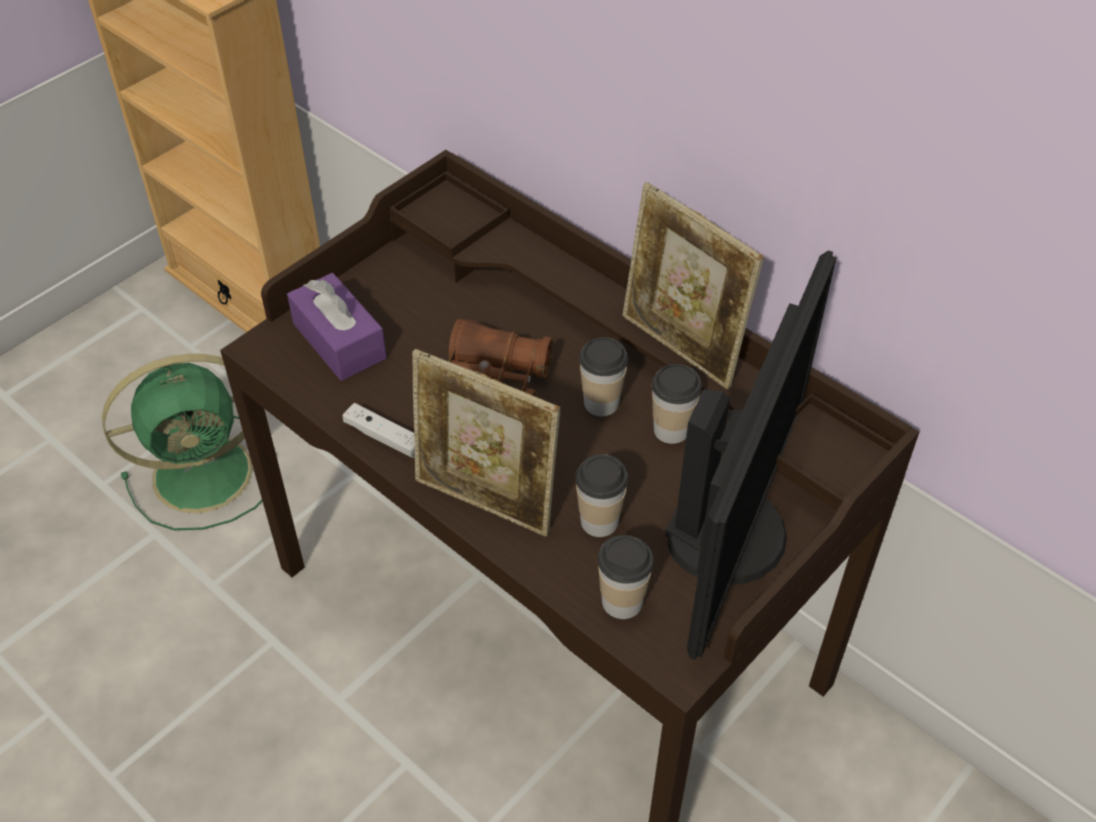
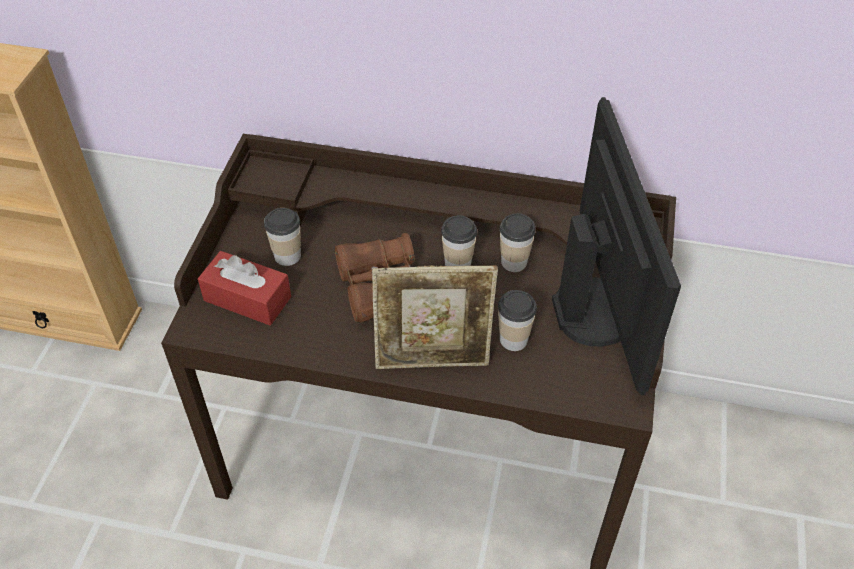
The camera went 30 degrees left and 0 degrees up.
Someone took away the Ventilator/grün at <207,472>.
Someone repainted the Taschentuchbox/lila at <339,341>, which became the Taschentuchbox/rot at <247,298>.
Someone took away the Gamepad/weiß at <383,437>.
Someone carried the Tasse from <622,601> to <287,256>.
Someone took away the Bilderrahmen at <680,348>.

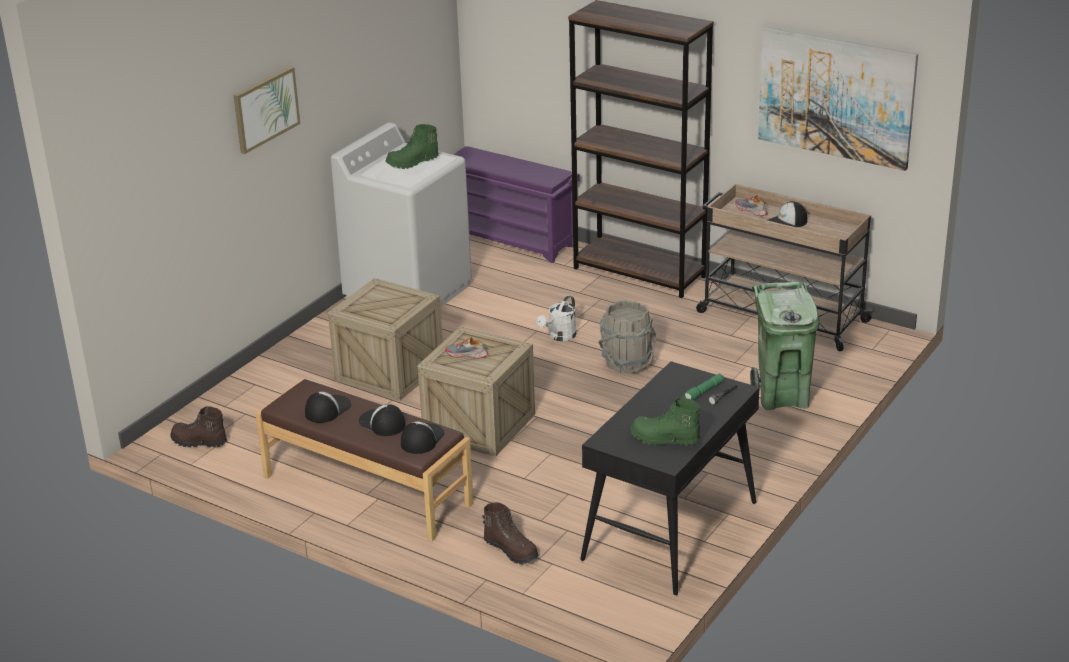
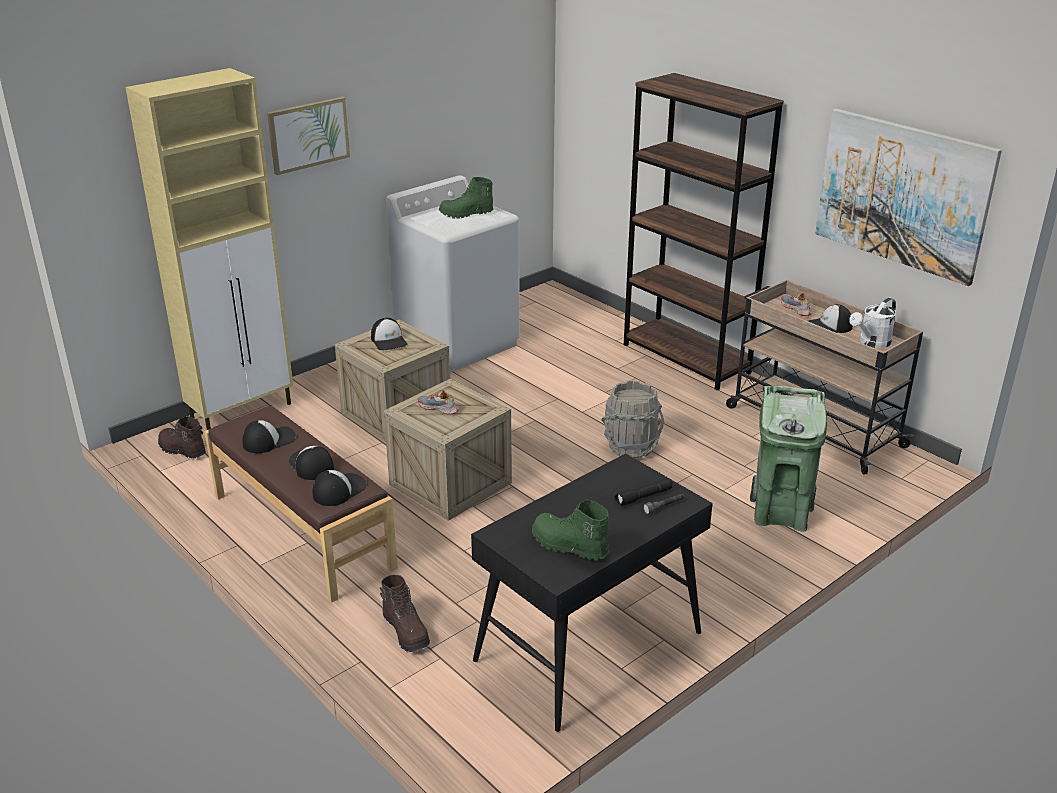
The camera went 15 degrees right and 0 degrees up.
Someone took away the Schuhregal/lila at <512,239>.
Someone carried the Gießkanne/weiß from <559,337> to <871,343>.
Someone repainted the Taschenlampe/grün at <703,393>, which became the Taschenlampe/schwarz at <643,497>.
Someone put down the Schrank/beige at <243,411>.
Someone put down the Kappe at <389,341>.

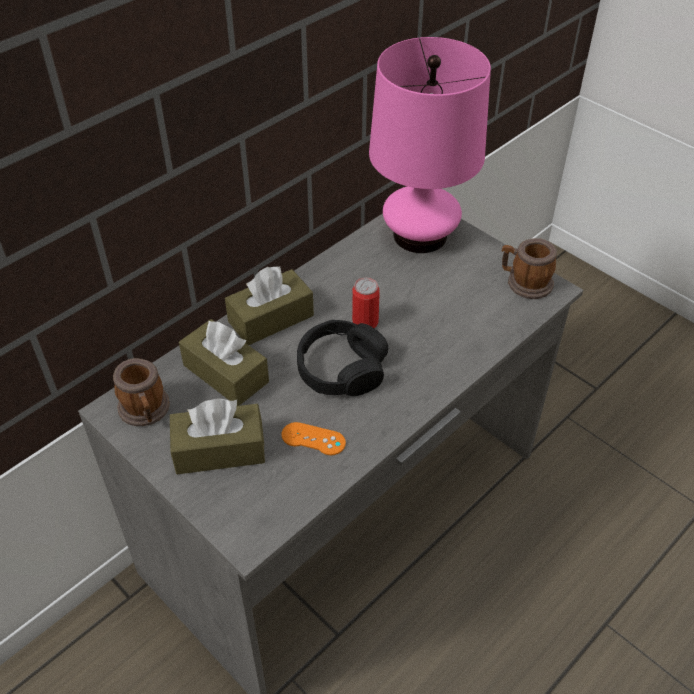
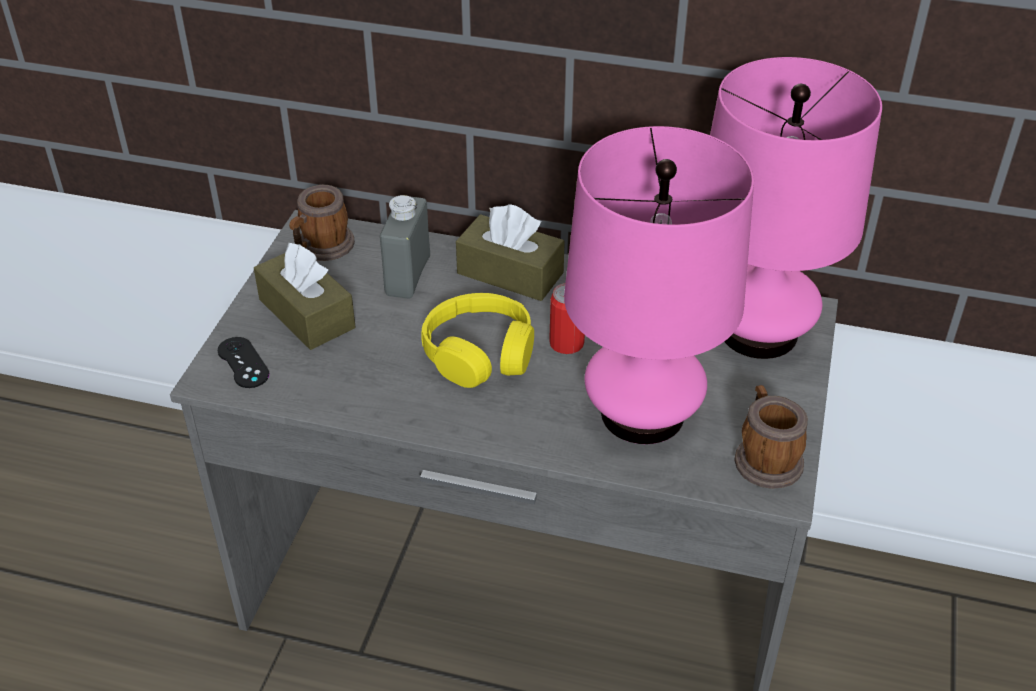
The camera went 60 degrees right and 5 degrees down.
Someone swapped the Taschentuchbox/braun at <226,373> for the Flasche/grau at <408,276>.
Someone took away the Gamepad/orange at <313,439>.
Someone repainted the Kopfhörer/schwarz at <341,369>, which became the Kopfhörer/gelb at <479,353>.
Someone put down the Gamepad/schwarz at <243,363>.
Someone put down the Tischlampe/rosa at <642,414>.

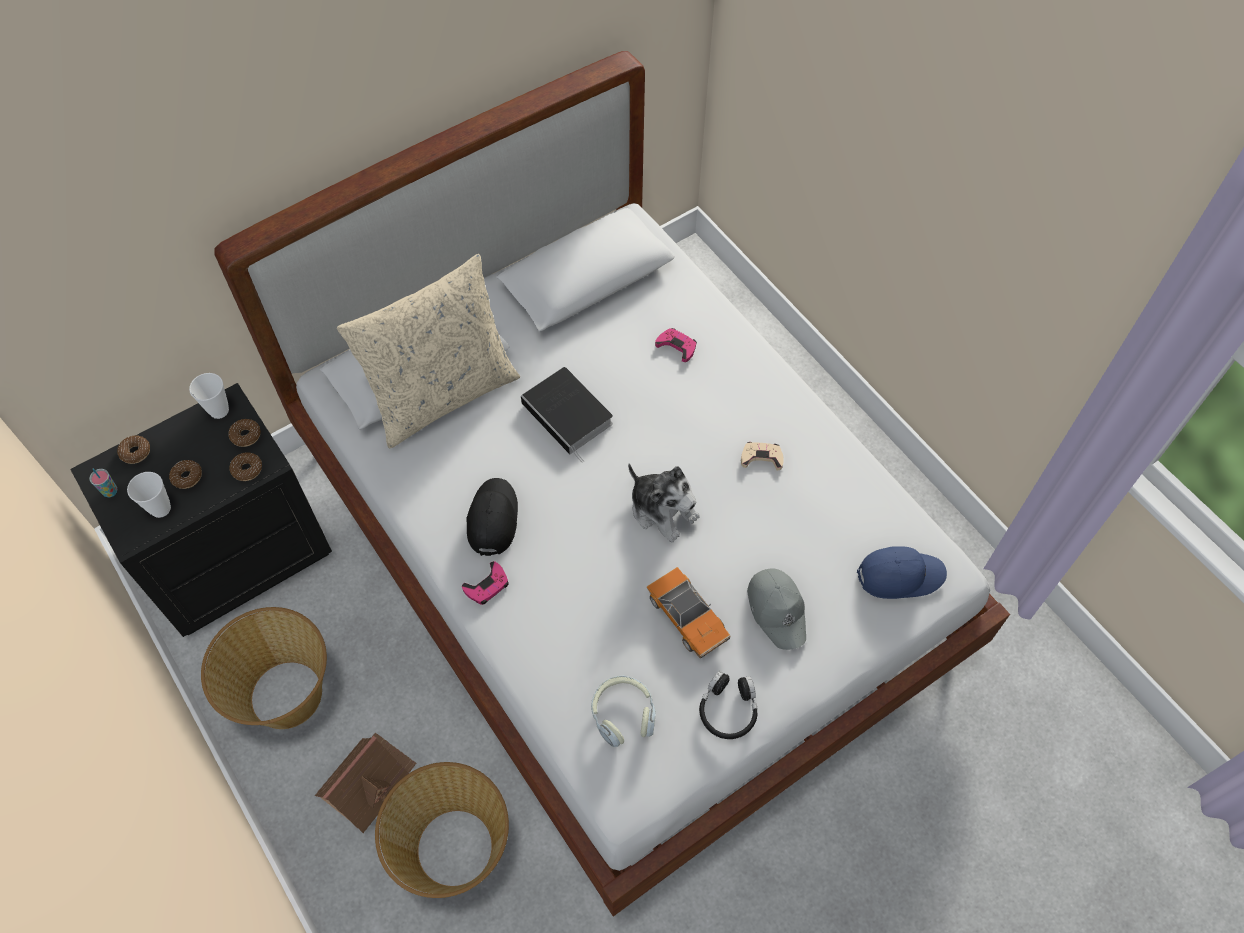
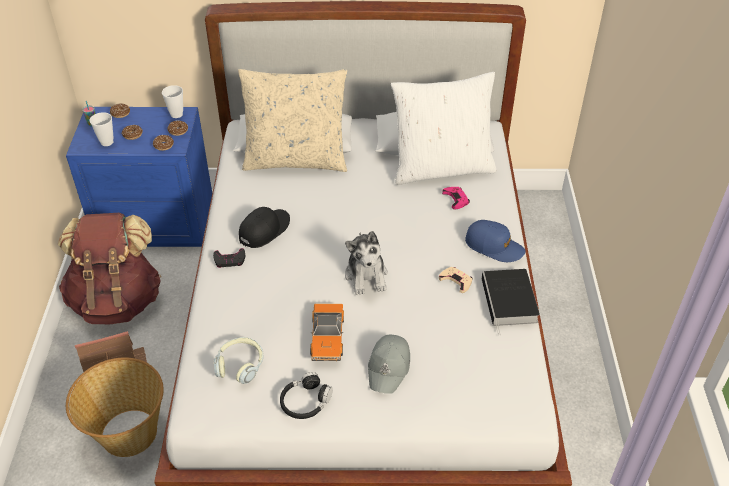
The camera went 35 degrees right and 15 degrees down.
Someone repainted the Nachttisch/schwarz at <236,554>, which became the Nachttisch/blau at <156,222>.
Someone swapped the Korb at <285,693> for the Rucksack/braun at <117,300>.
Someone repainted the Gamepad/rosa at <487,586>, which became the Gamepad/schwarz at <229,260>.
Someone carried the Buch from <569,415> to <510,302>.
Someone carried the Kappe/blau from <900,575> to <494,246>.
Someone put down the Kissen/weiß at <442,168>.

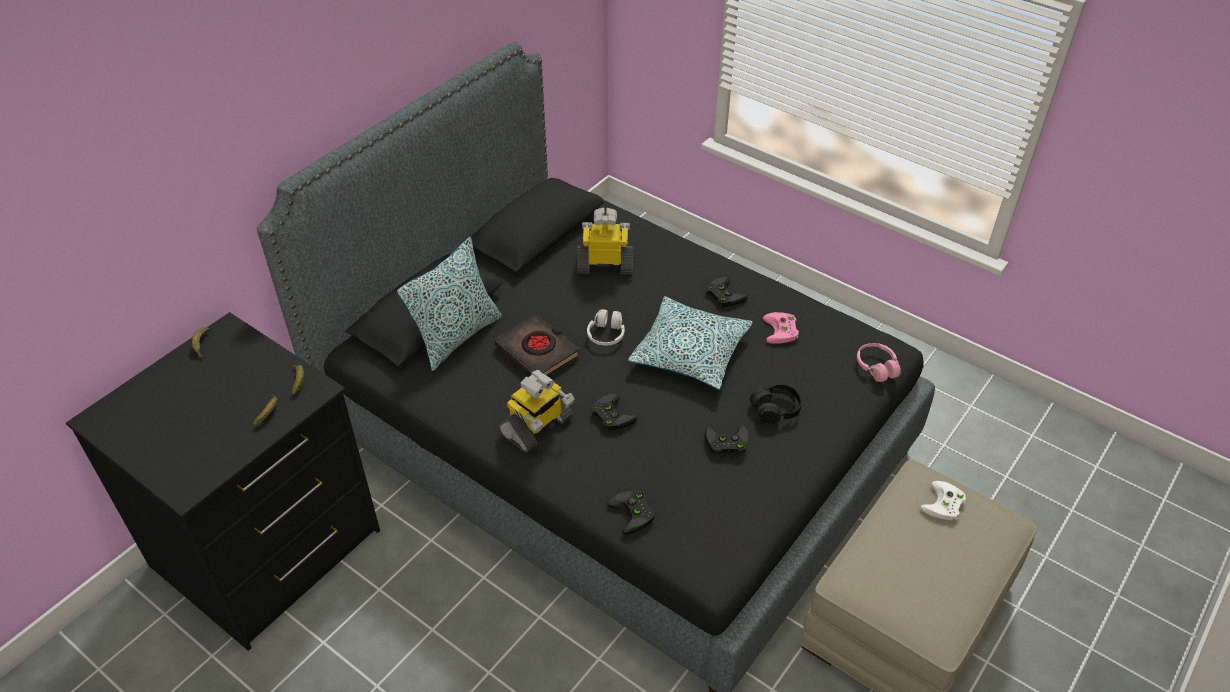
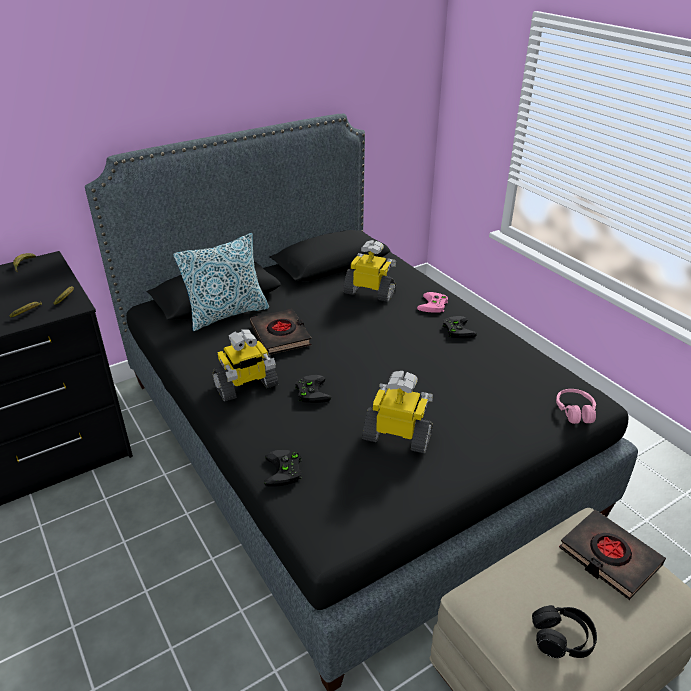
The camera went 20 degrees right and 10 degrees down.
Someone took away the Kopfhörer/weiß at <606,334>.
Someone took away the Kissen at <690,352>.
Someone swapped the Gamepad/schwarz at <725,443> for the Spielzeugroboter at <398,436>.
Someone carried the Kopfhörer/schwarz from <775,409> to <562,638>.
Someone carried the Gamepad/rosa from <782,331> to <434,305>.
Someone swapped the Gamepad/weiß at <944,505> for the Buch/schwarz at <609,557>.

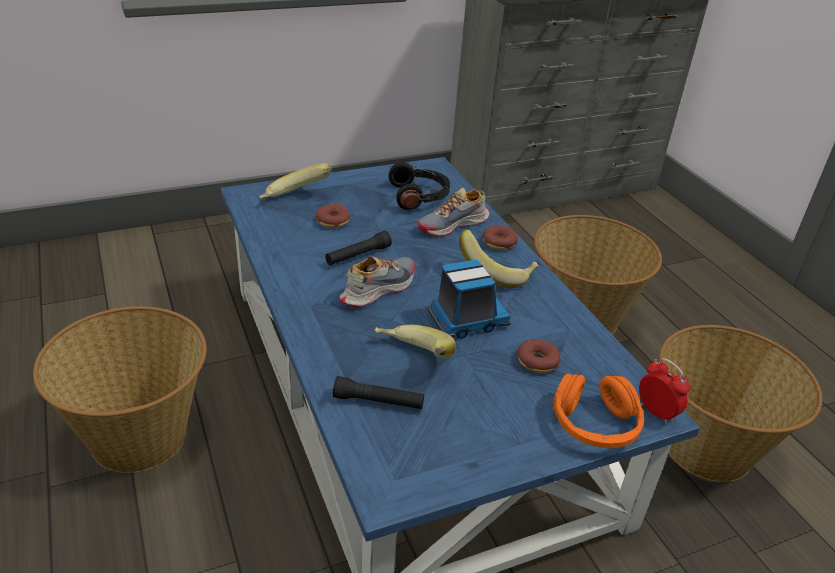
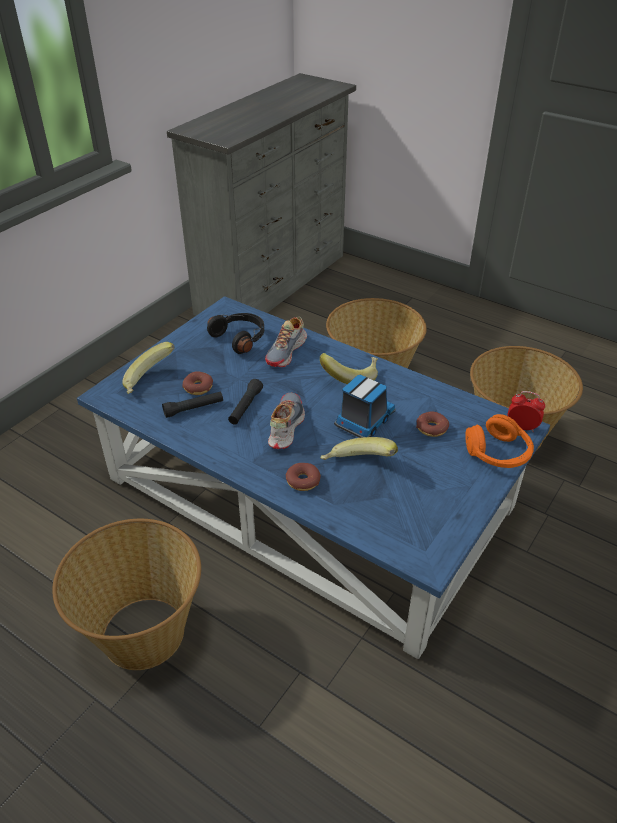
The camera went 30 degrees left and 5 degrees up.
Someone carried the Taschenlampe/schwarz from <378,402> to <193,409>.
Someone carried the Donut from <498,243> to <303,481>.

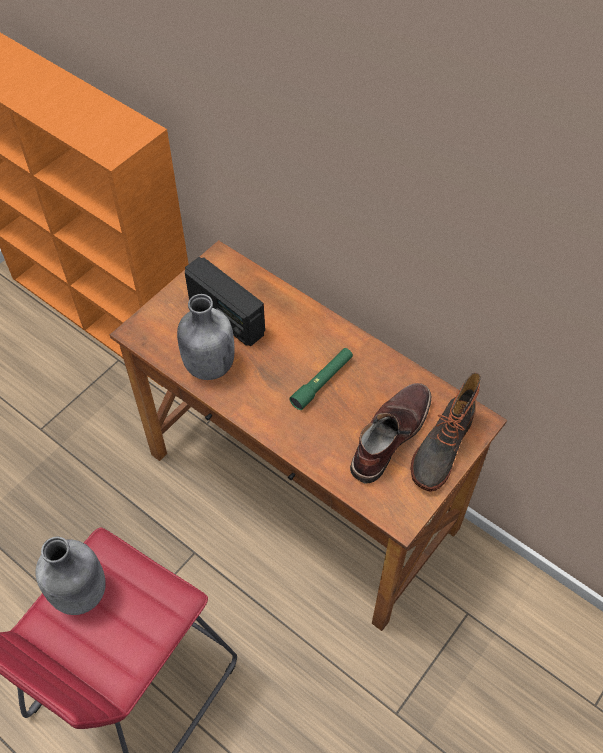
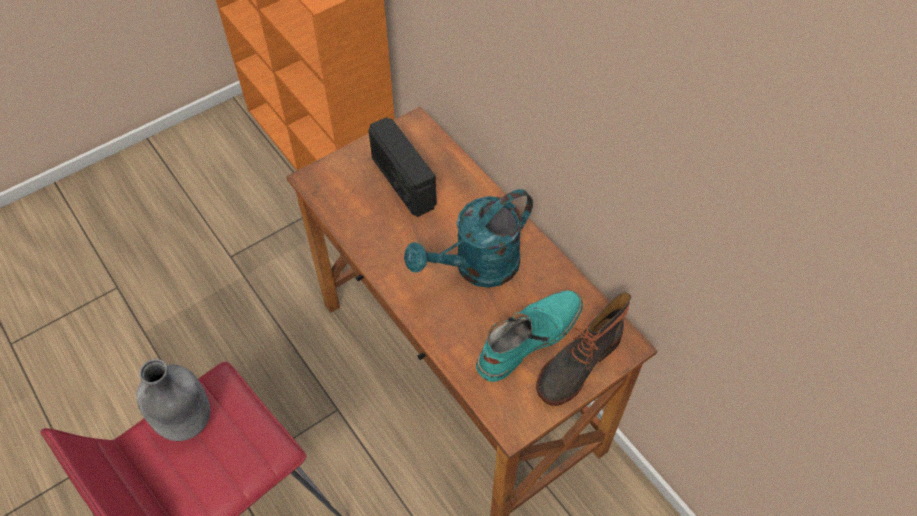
The camera went 15 degrees right and 0 degrees up.
Someone took away the Flasche/grau at <208,365>.
Someone swapped the Taschenlampe/grün at <322,382> for the Gießkanne/türkis at <477,268>.
Someone repainted the Stiefel/braun at <389,435>, which became the Stiefel/türkis at <527,337>.

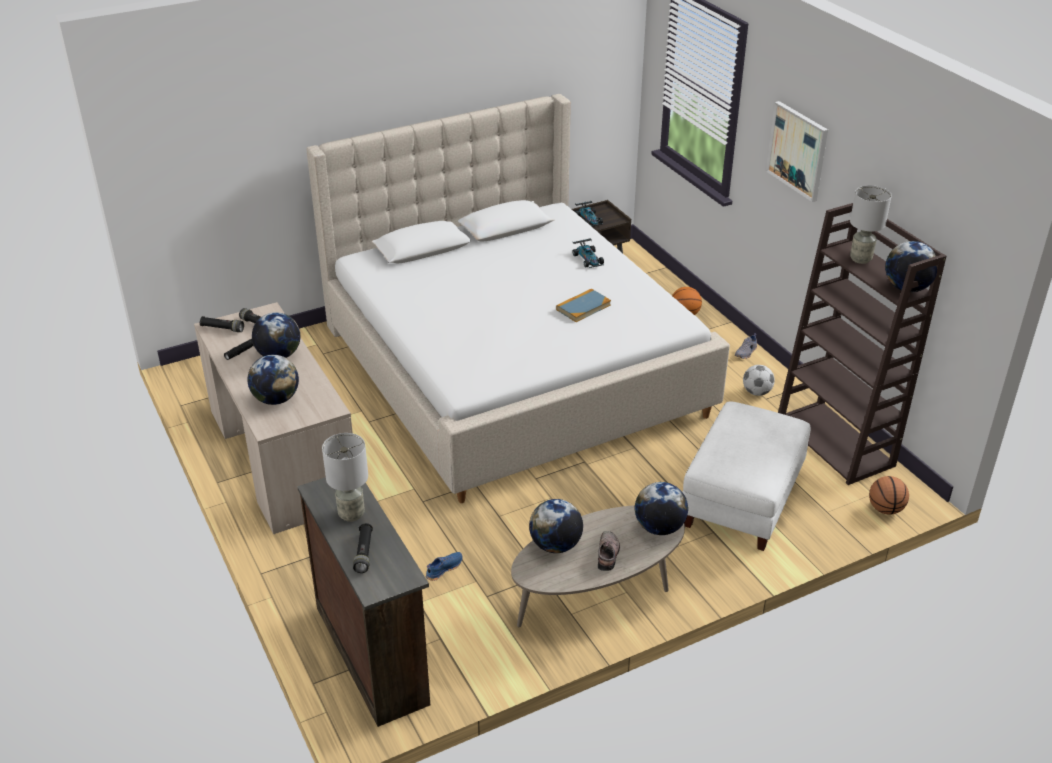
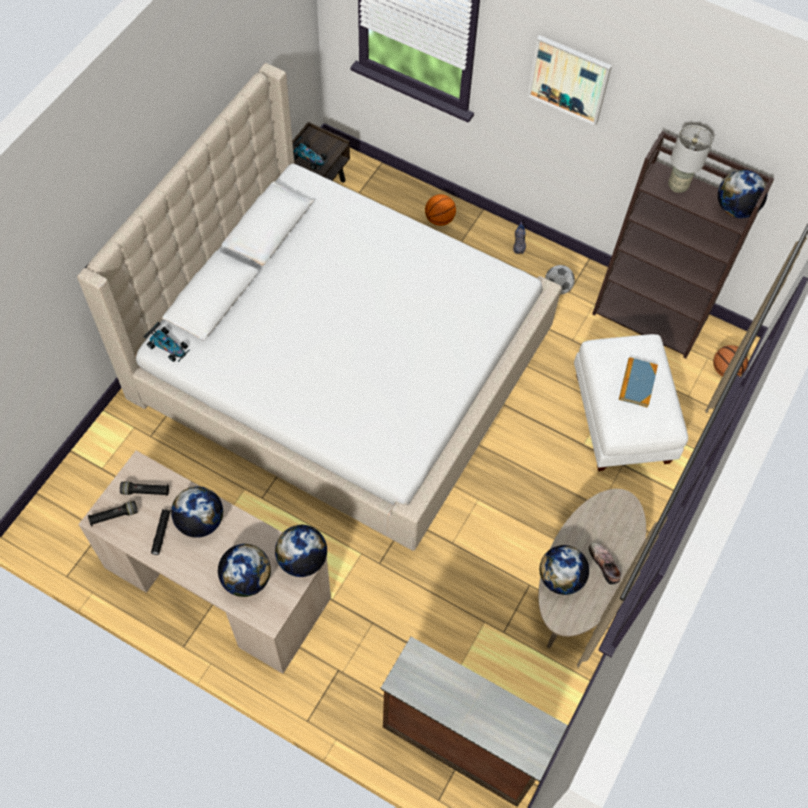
The camera went 35 degrees left and 25 degrees up.
Someone took away the Tischlampe/grau at <351,514>.
Someone took away the Taschenlampe/schwarz at <364,553>.
Someone took away the Schuh/blau at <443,569>.
Someone carried the Buch from <583,307> to <637,383>.
Someone carried the Spielzeugauto from <588,259> to <168,346>.
Someone carried the Globus from <659,528> to <302,560>.

